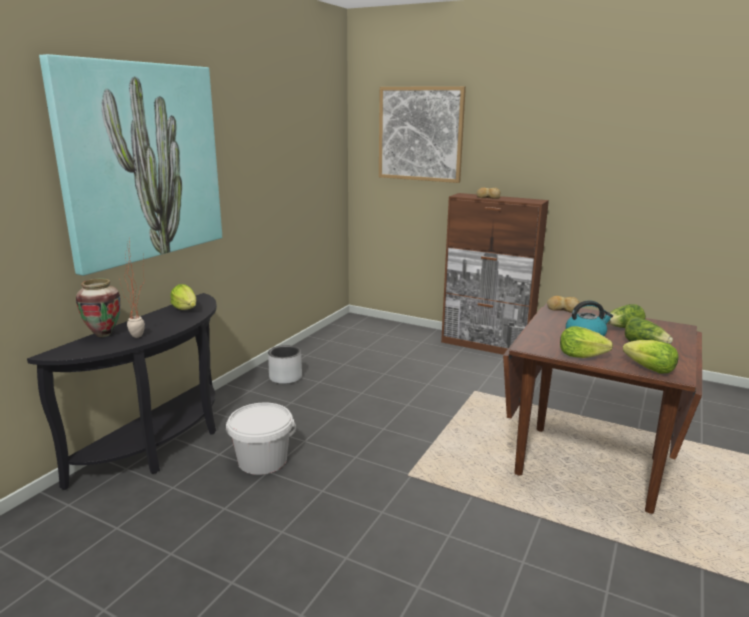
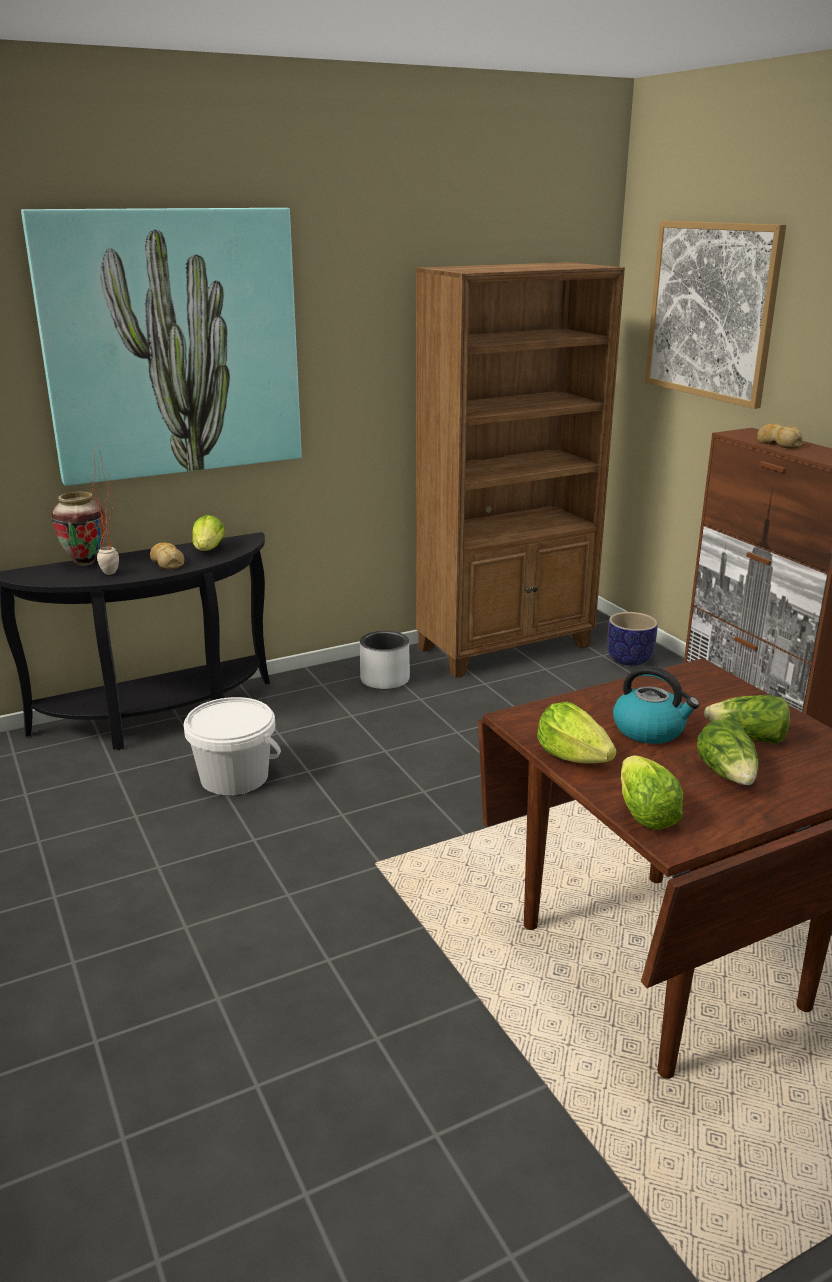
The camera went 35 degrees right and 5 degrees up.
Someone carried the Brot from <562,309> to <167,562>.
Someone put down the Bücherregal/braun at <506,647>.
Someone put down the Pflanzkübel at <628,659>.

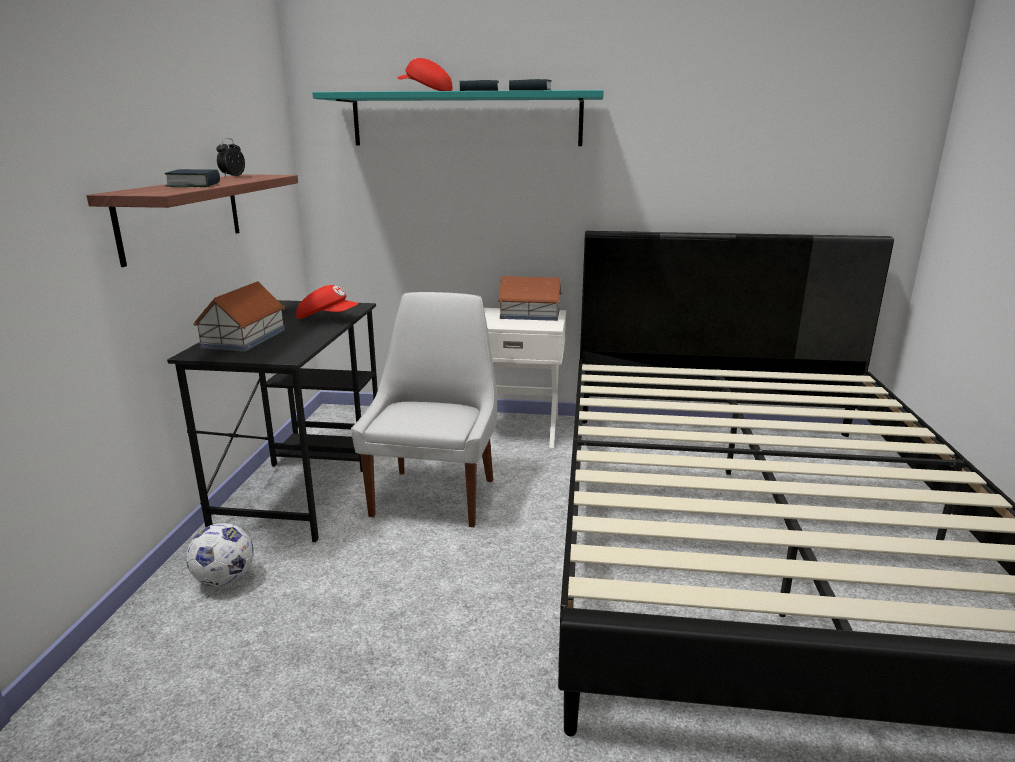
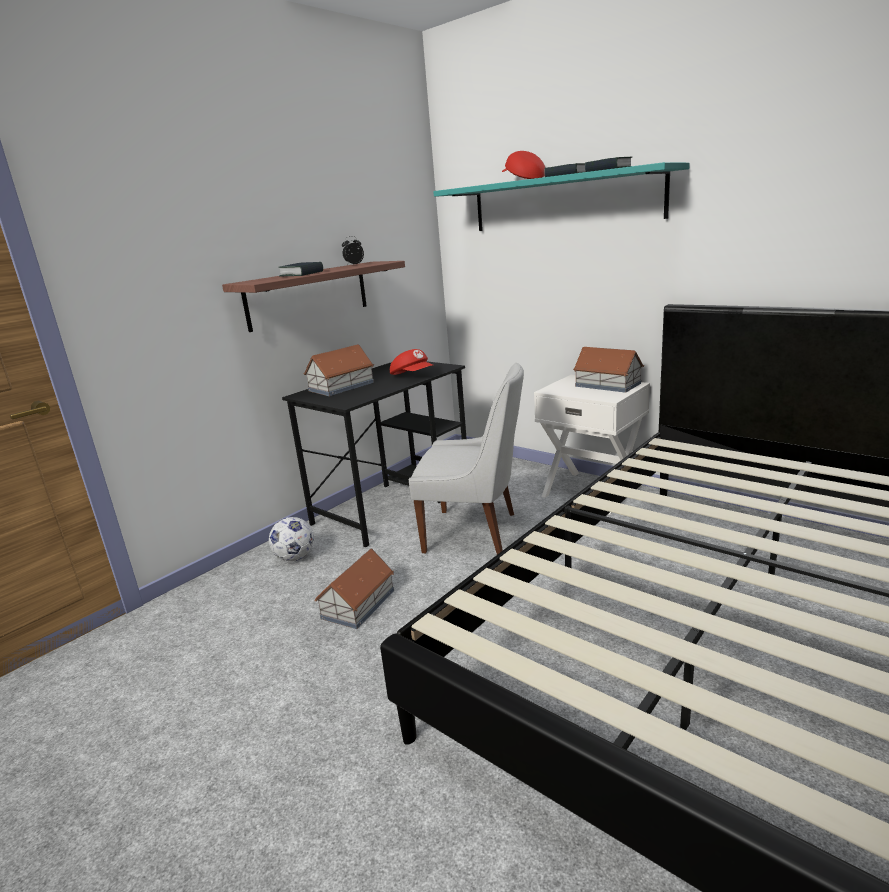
The camera went 35 degrees right and 0 degrees up.
Someone rotated the Stuhl/weiß at <436,495> by 60 degrees clockwise.
Someone put down the Spielzeughaus at <357,604>.

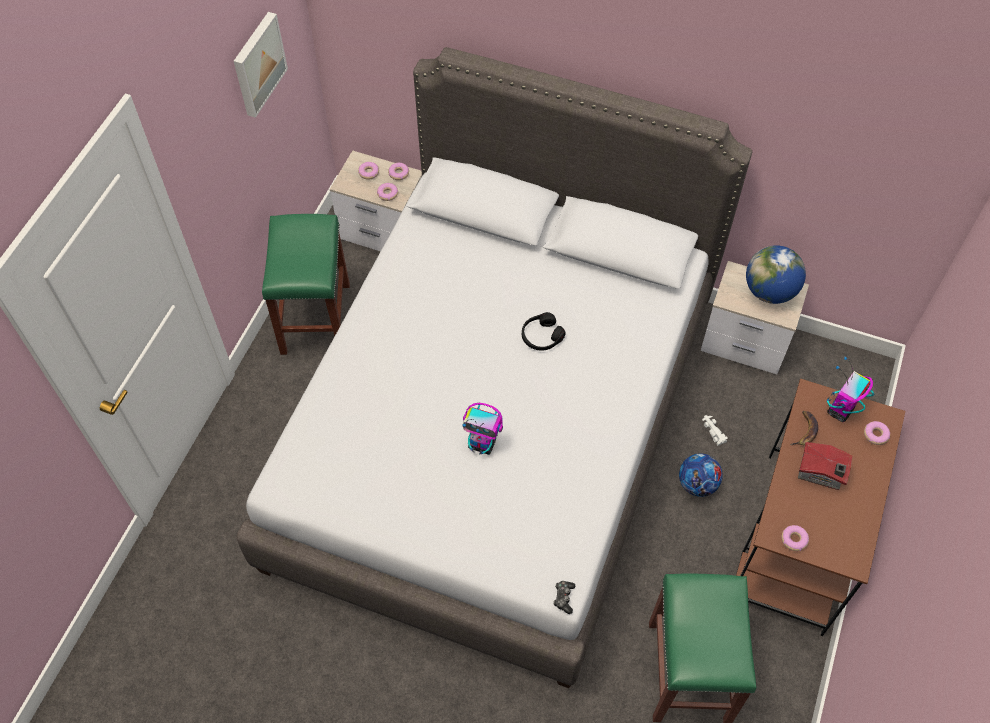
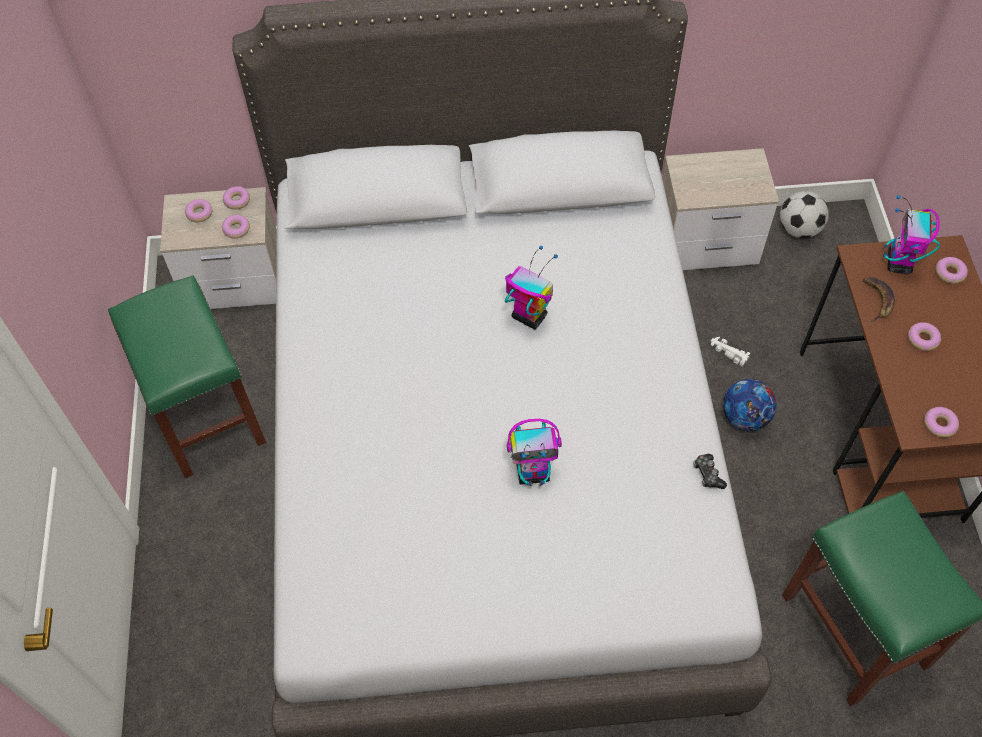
The camera went 25 degrees left and 0 degrees up.
Someone took away the Bild at <257,64>.
Someone swapped the Kopfhörer/schwarz at <541,336> for the Spielzeugroboter at <528,316>.
Someone carried the Gamepad from <563,598> to <708,474>.
Someone took away the Globus at <769,291>.
Someone swapped the Spielzeughaus at <821,474> for the Donut at <922,339>.
Someone put down the Fußball at <799,229>.

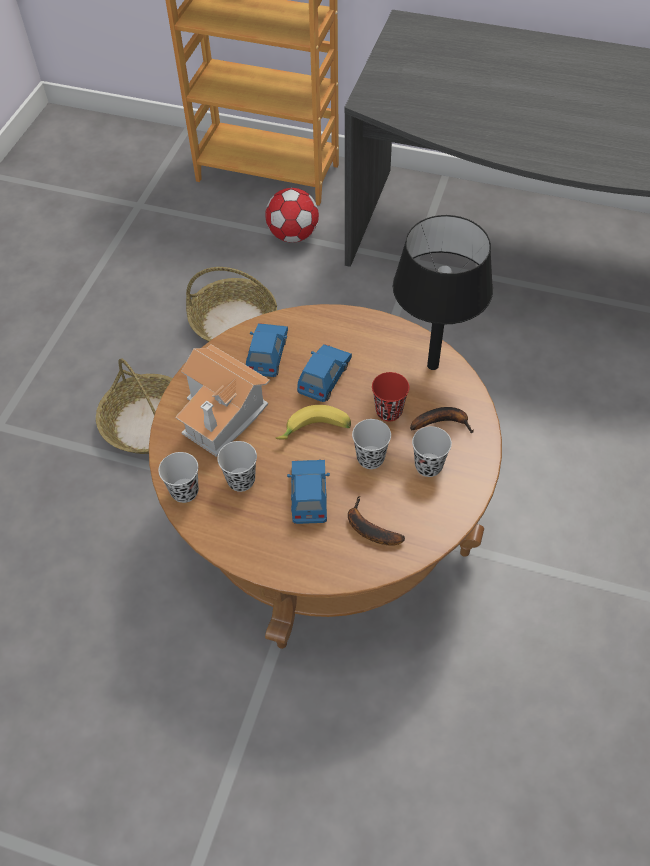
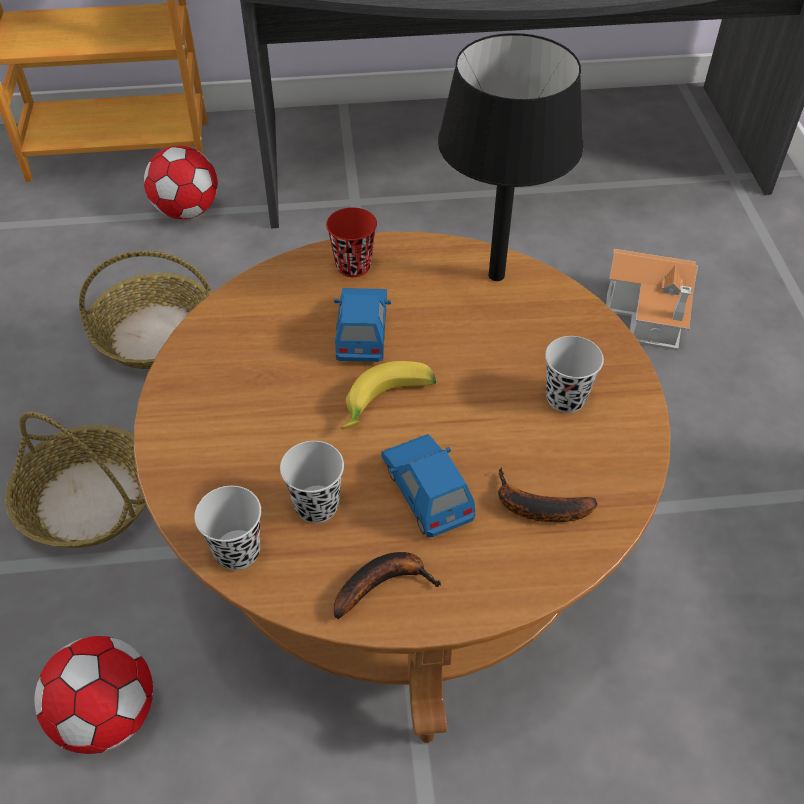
The camera went 25 degrees left and 5 degrees down.
Someone carried the Spielzeughaus from <223,414> to <650,314>.
Someone took away the Spielzeugauto/blau at <267,354>.
Someone took away the Tasse/schwarz at <370,458>.
Someone carried the Tasse/rot from <389,411> to <353,266>.
Someone carried the Banane from <443,422> to <383,583>.
Someone put down the Fußball at <108,716>.

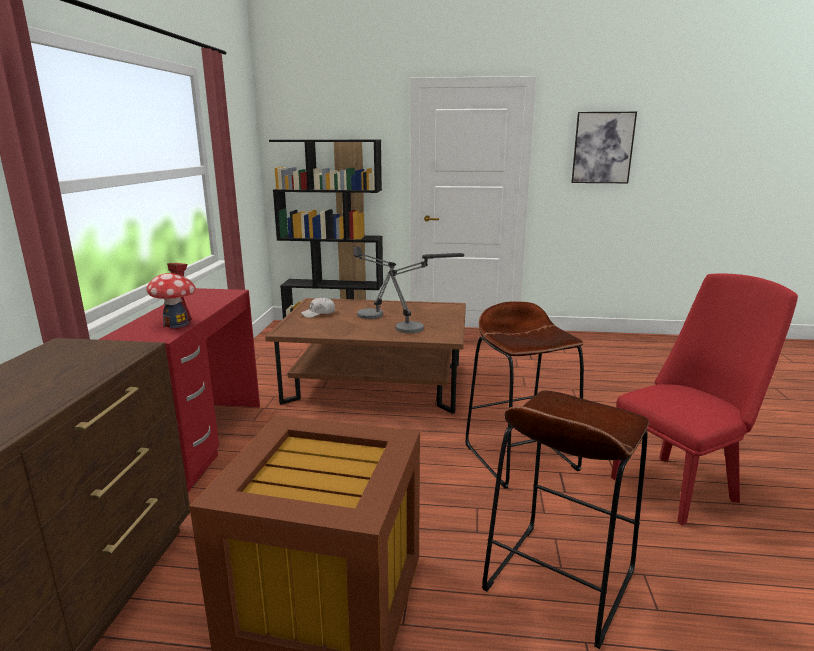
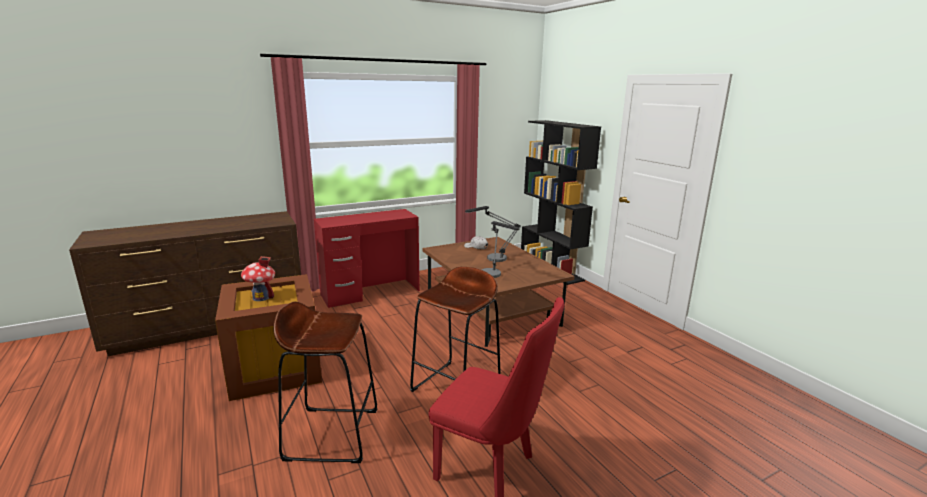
The camera went 55 degrees right and 0 degrees up.
Someone carried the Spielzeughaus from <176,324> to <261,297>.
Someone took away the Bild at <602,148>.

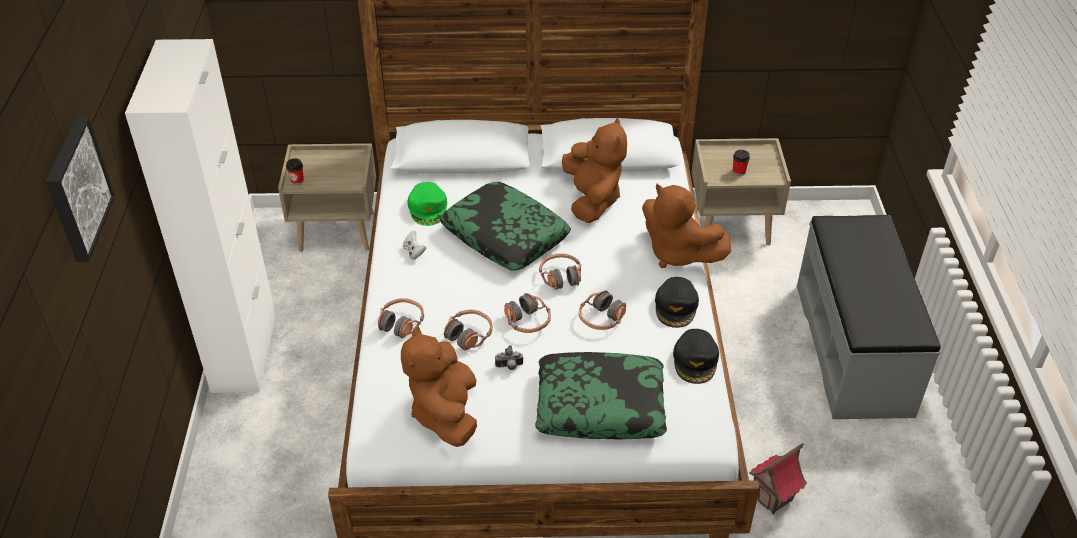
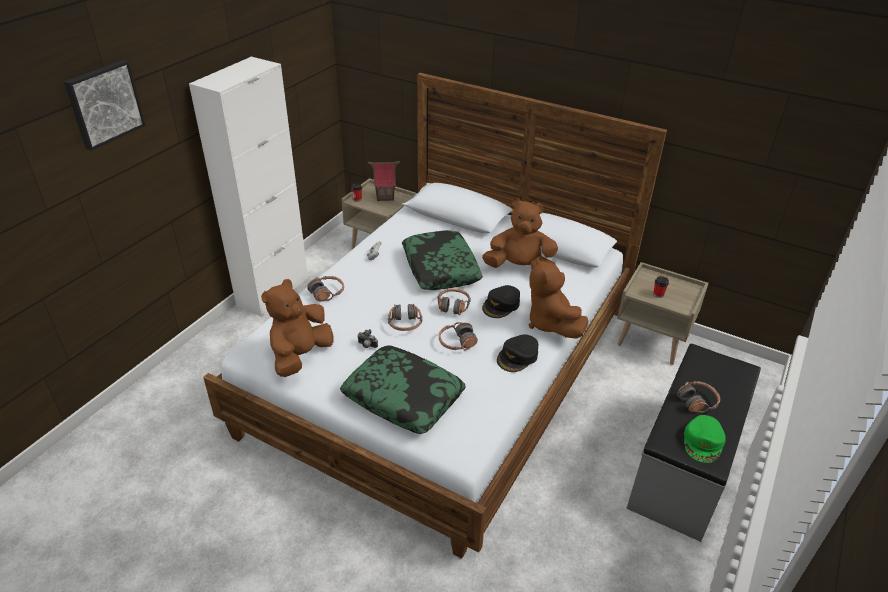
The camera went 30 degrees right and 5 degrees down.
Someone carried the Kappe/grün from <428,208> to <703,442>.
Someone carried the Kopfhörer from <469,335> to <697,402>.
Someone rotated the Plüschtier/braun at <592,200> by 105 degrees counterclockwise.
Someone carried the Kappe/schwarz from <696,360> to <501,305>.
Someone carried the Spielzeughaus from <773,498> to <385,197>.

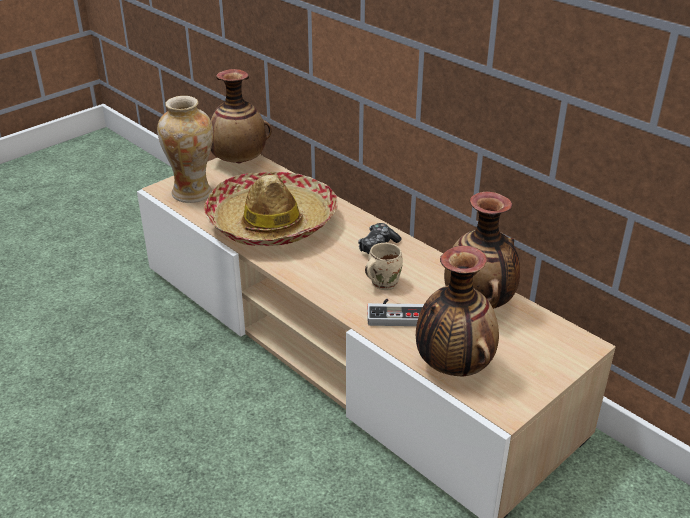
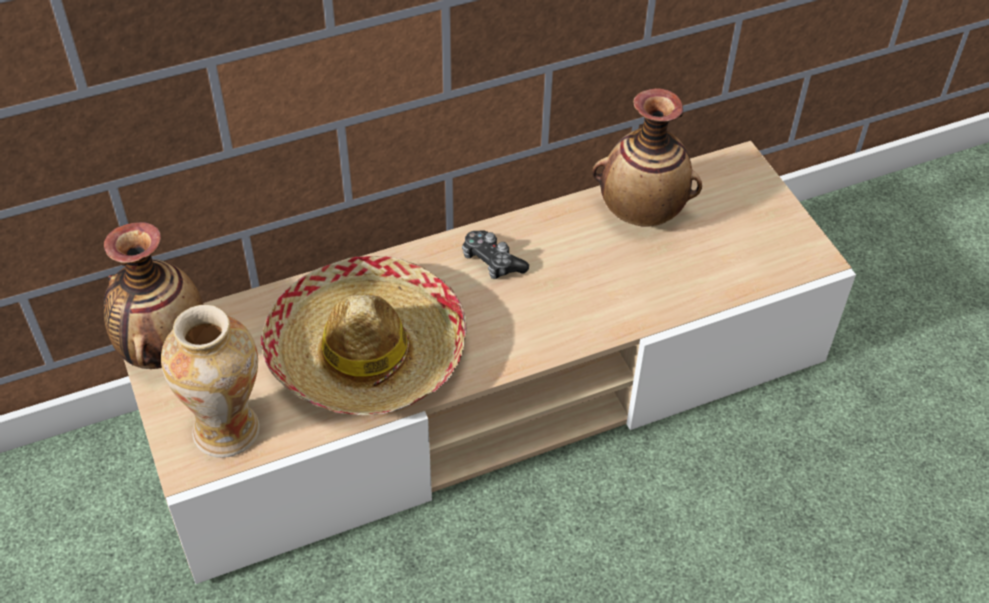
The camera went 70 degrees left and 15 degrees up.
Someone took away the Henkelbecher/beige at <382,283>.
Someone took away the Gamepad at <396,314>.
Someone took away the Vase at <453,365>.

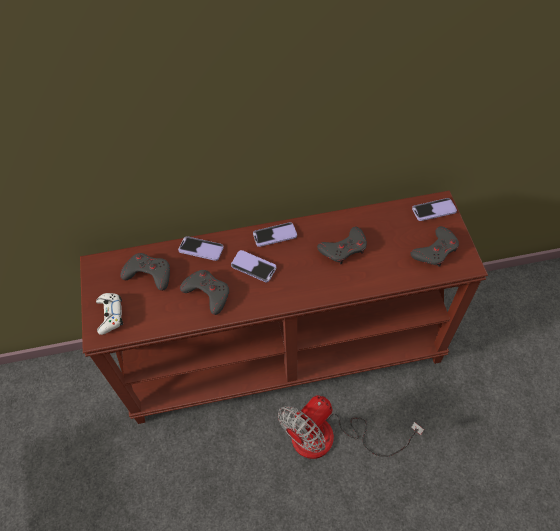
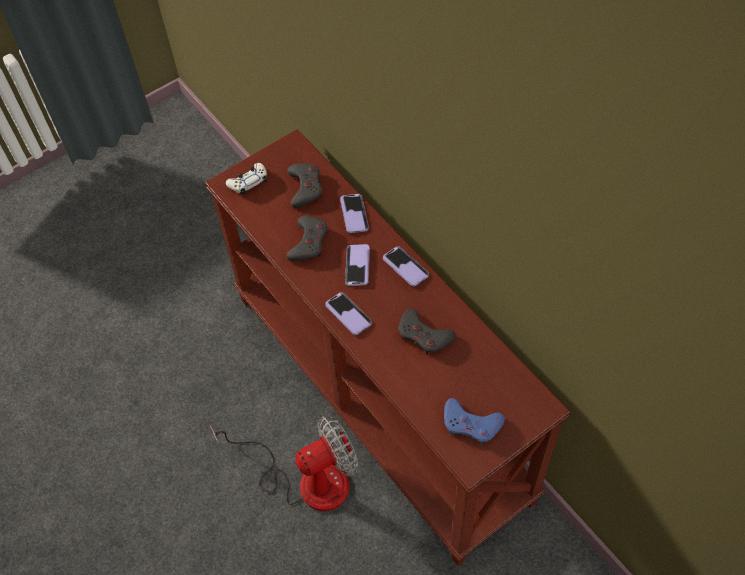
The camera went 65 degrees right and 0 degrees up.
Someone rotated the Ventilator at <329,438> by 135 degrees clockwise.
Someone repainted the Gamepad/grau at <435,250>, which became the Gamepad/blau at <471,424>.
Someone carried the Handy from <434,210> to <348,314>.

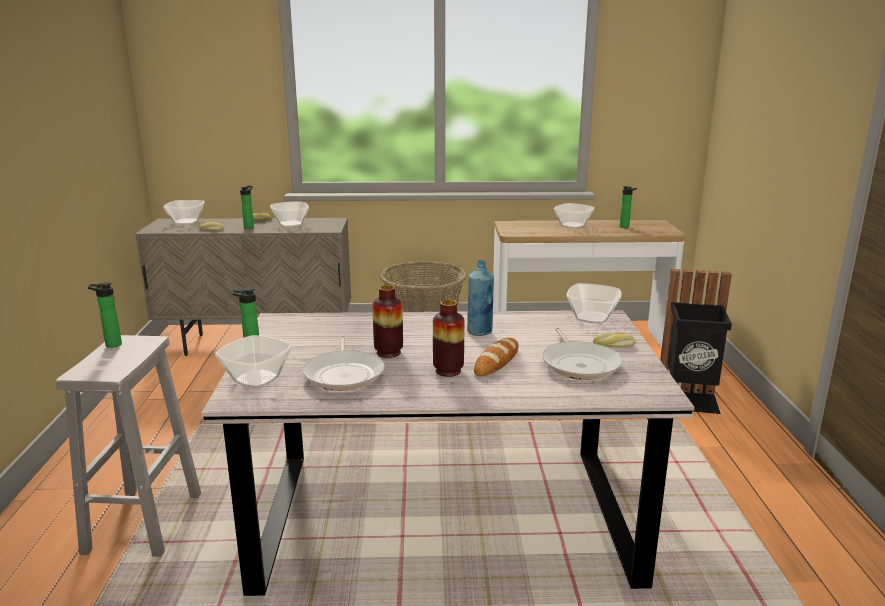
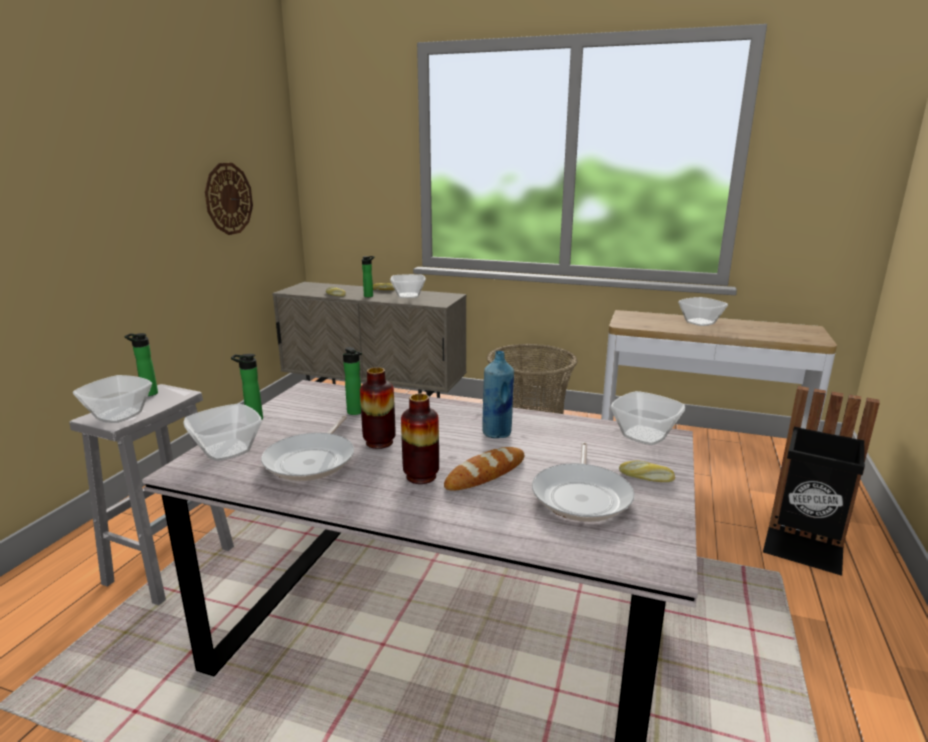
The camera went 20 degrees right and 0 degrees up.
Someone carried the Schüssel from <187,222> to <120,415>.
Someone carried the Flasche from <625,227> to <356,413>.
Someone put up the Wanduhr at <228,199>.

